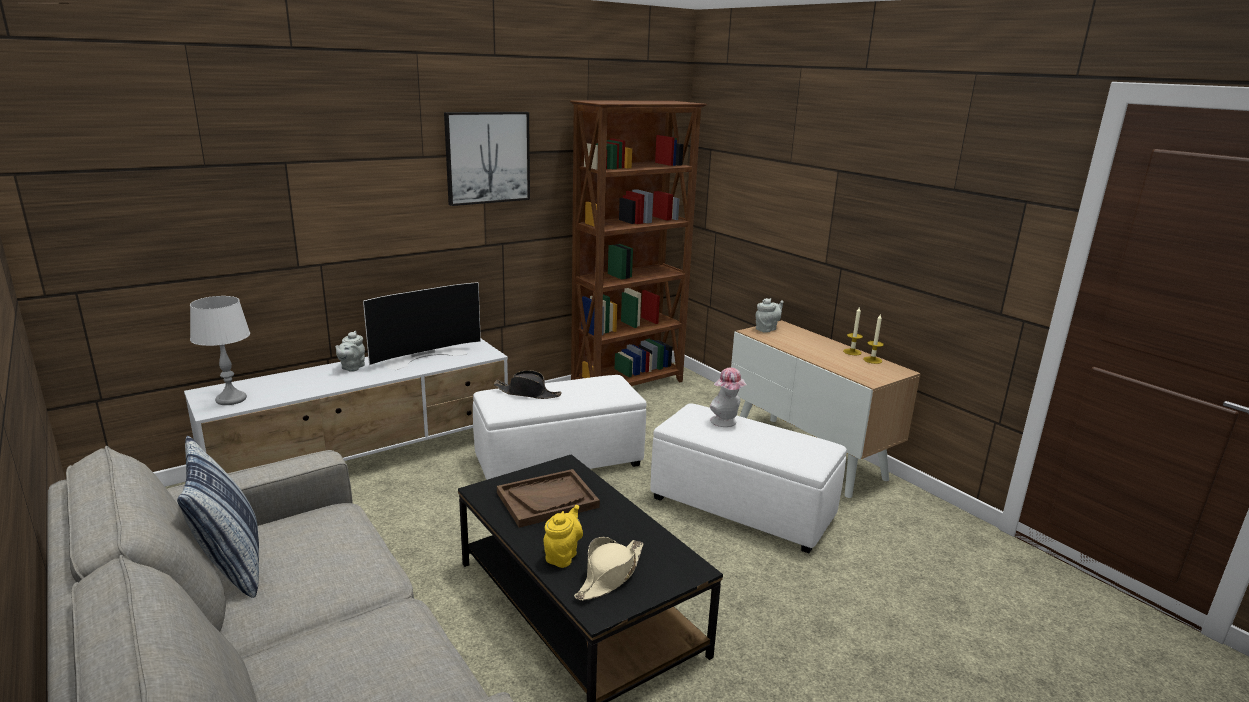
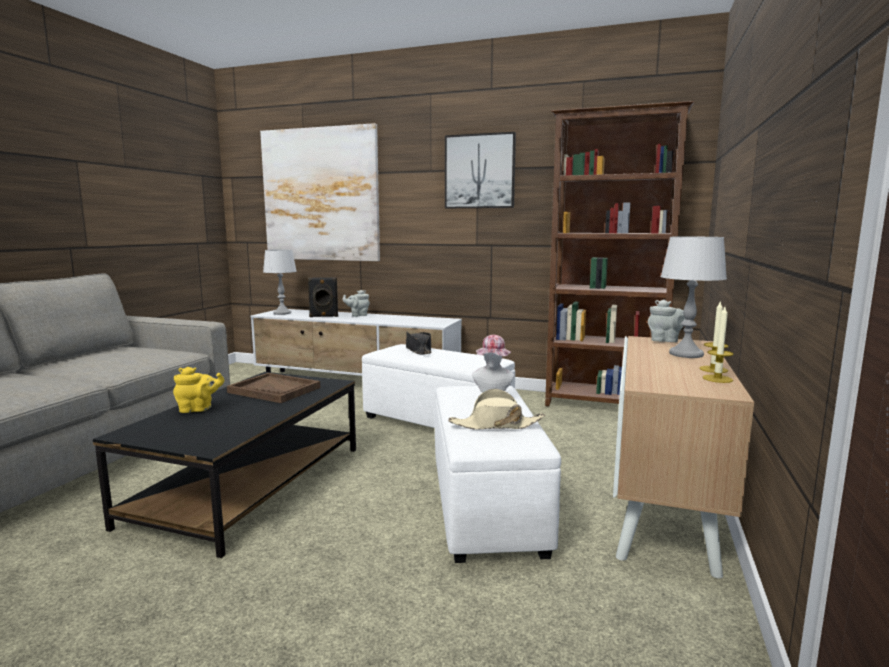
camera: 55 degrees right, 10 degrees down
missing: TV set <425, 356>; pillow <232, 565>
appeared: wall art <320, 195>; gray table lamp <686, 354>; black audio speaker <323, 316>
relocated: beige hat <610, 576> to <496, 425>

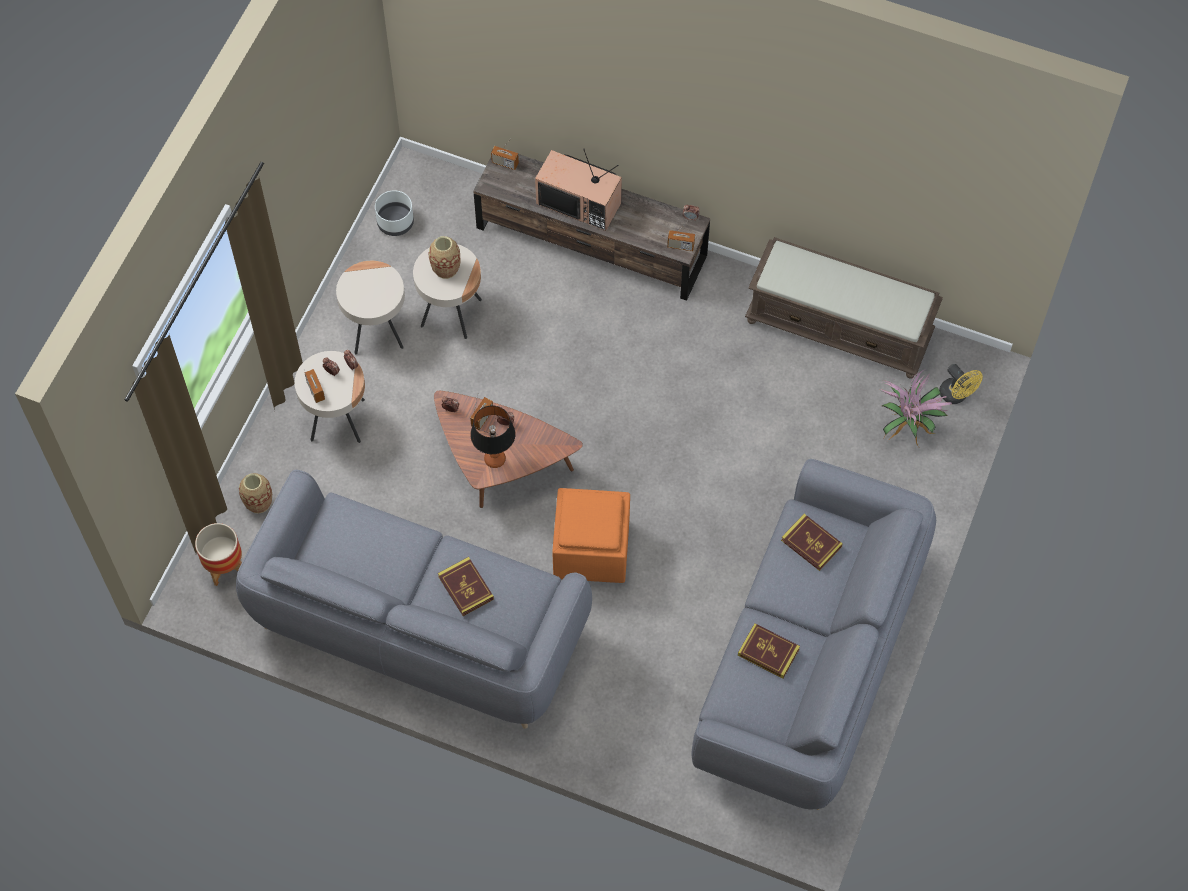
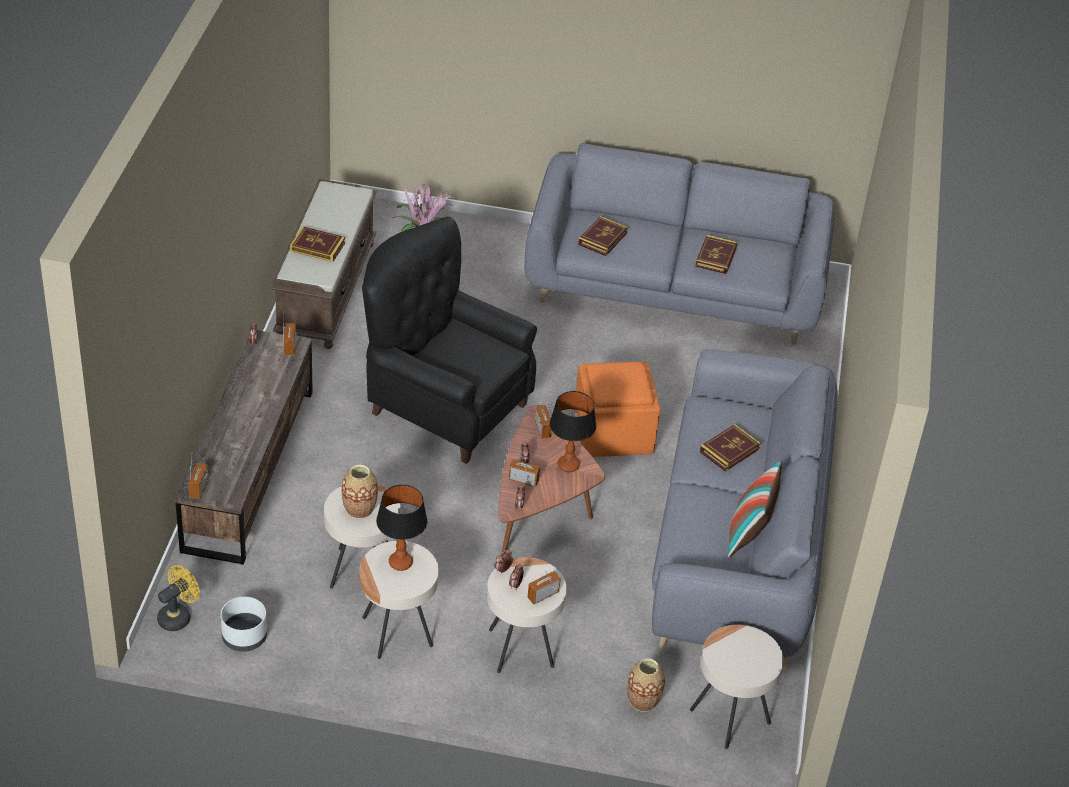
camera: 105 degrees left, 20 degrees down
missing: TV set <580, 202>
appeared: black easy chair <443, 406>; book <317, 247>; radio set <542, 428>; pillow <749, 534>; table lamp <400, 563>
relocated: yellowish fan <956, 396> to <178, 616>
exchanged: planter <225, 567> to beige side table <730, 717>

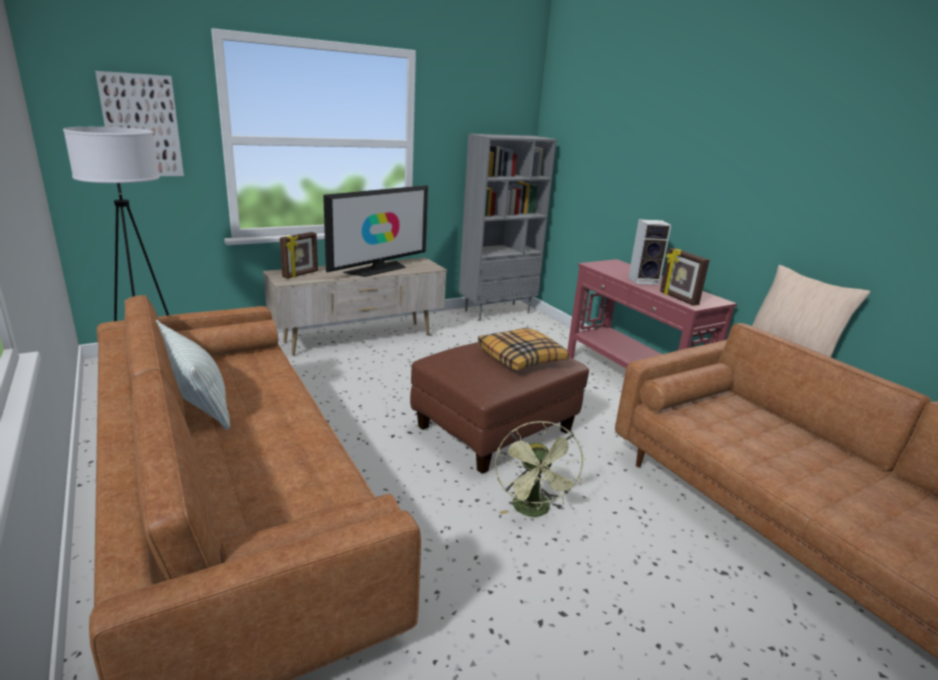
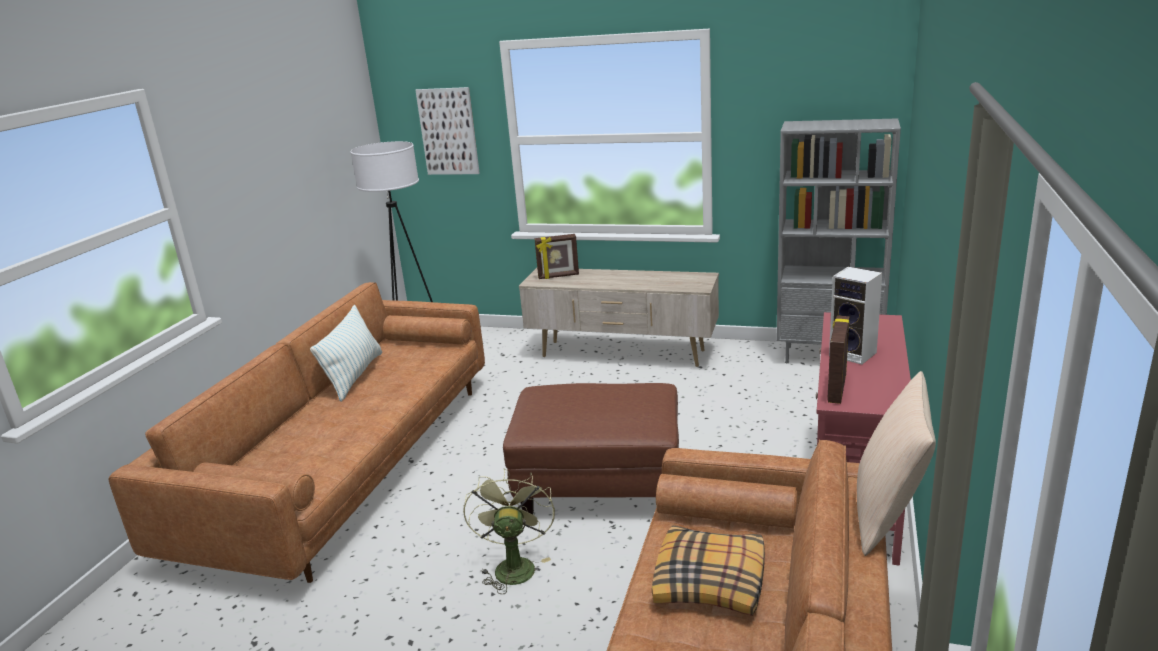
camera: 50 degrees right, 0 degrees up
missing: TV set <378, 269>
relocated: pillow <521, 357> to <710, 582>
spun: greenish fan <534, 511> = <513, 565> 135 degrees clockwise

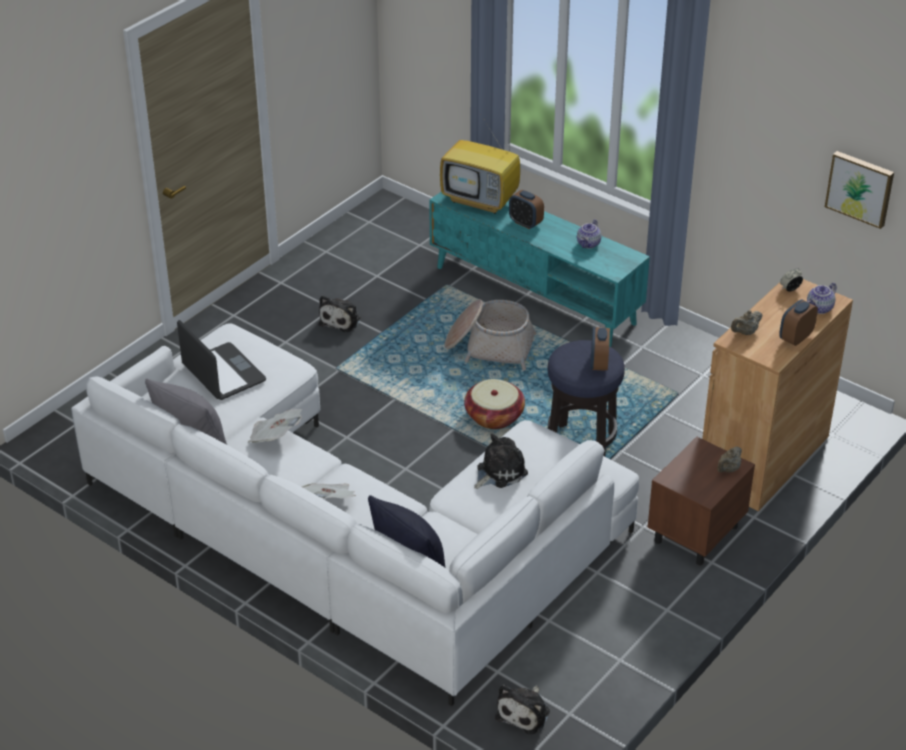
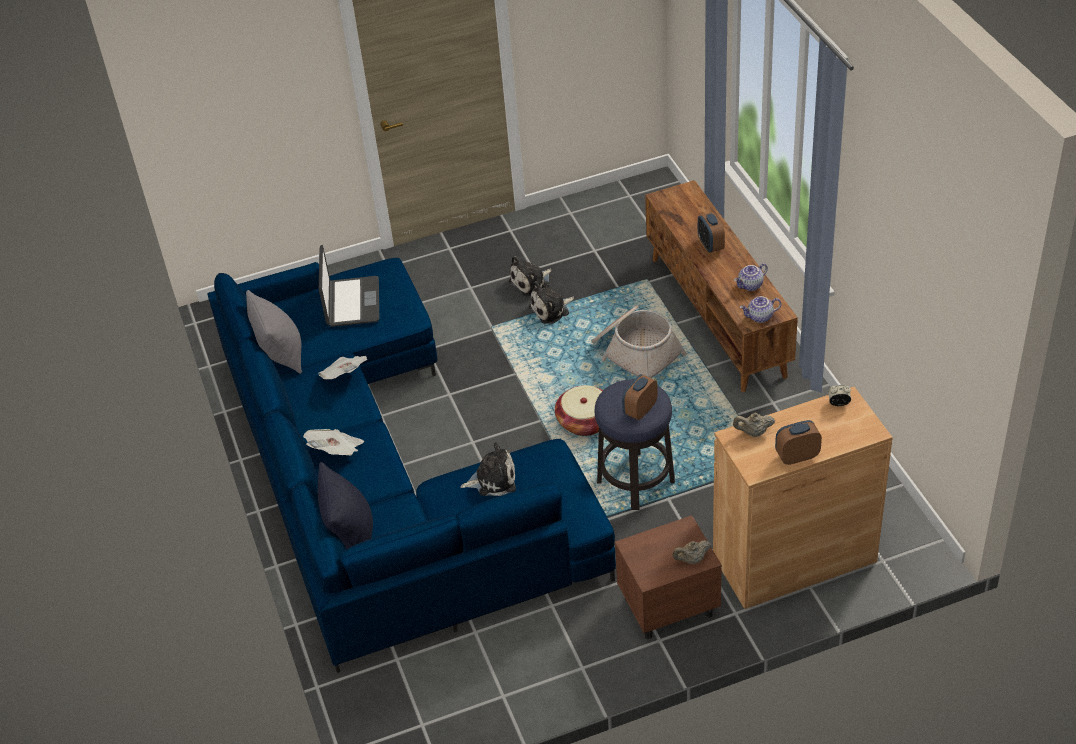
camera: 35 degrees right, 5 degrees up
missing: TV set <481, 200>; wall art <860, 188>
relocated: teapot <820, 308> to <760, 317>; plush toy <525, 712> to <551, 310>
colour: blue-green tv unit <536, 295> to brownish tv unit <718, 316>; whitish couch <348, 531> to bluish couch <382, 481>

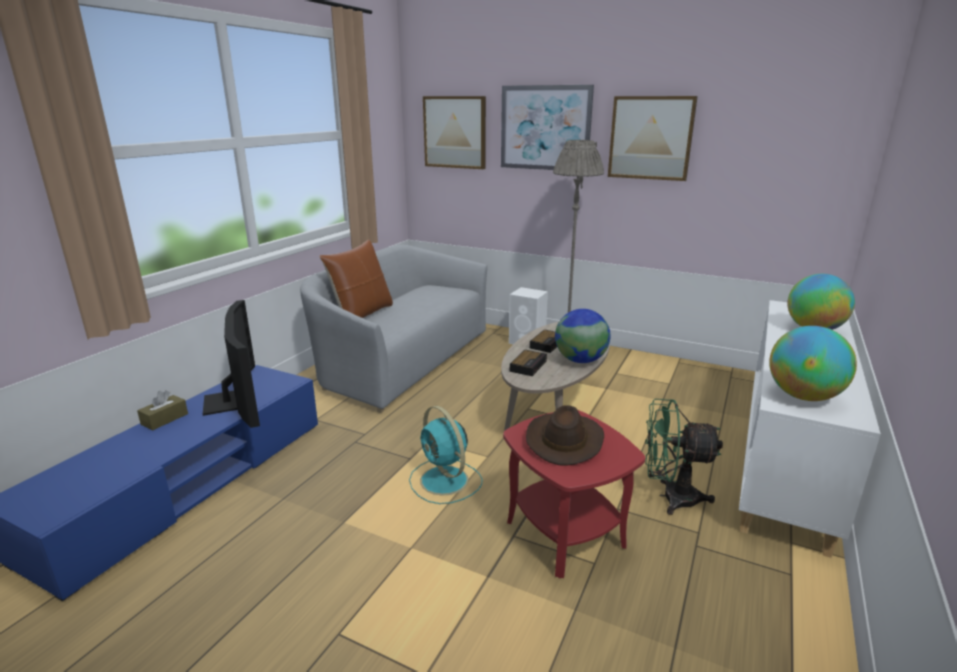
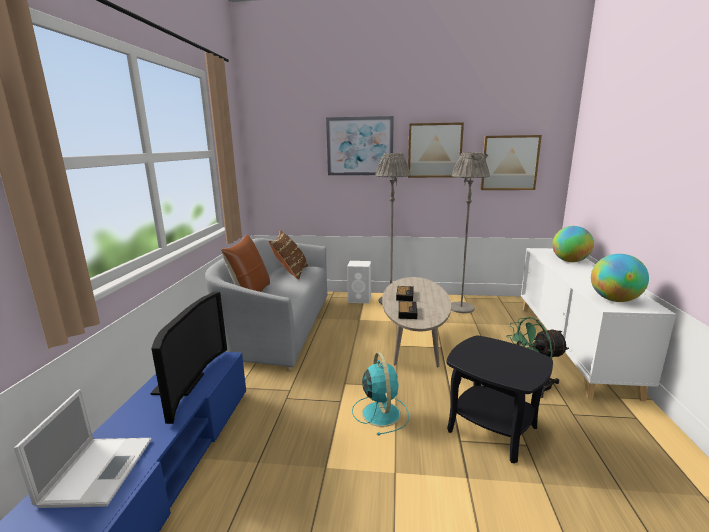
camera: 20 degrees left, 5 degrees down
missing: world globe <580, 360>; brownish box of tissues <165, 419>; brownish hat <564, 440>
appeared: gray standing lamp <461, 307>; brownish pillow <291, 272>; laptop <99, 469>
relocated: wall art <455, 132> to <509, 163>
colour: red-coloured side table <564, 533> to black side table <491, 429>
spun: TV set <234, 401> = <185, 384> 45 degrees clockwise; blue-green fan <445, 481> = <380, 412> 135 degrees counterclockwise

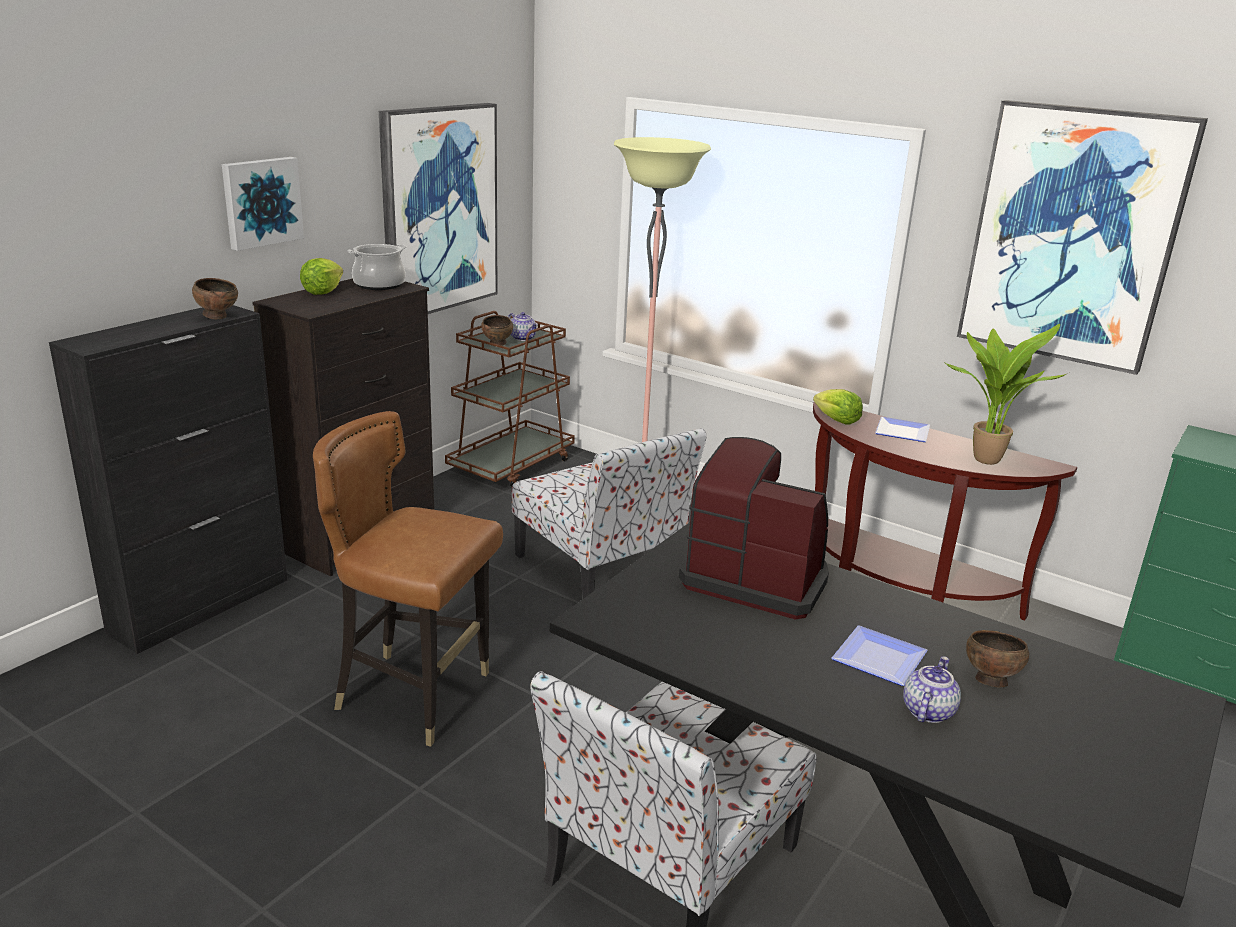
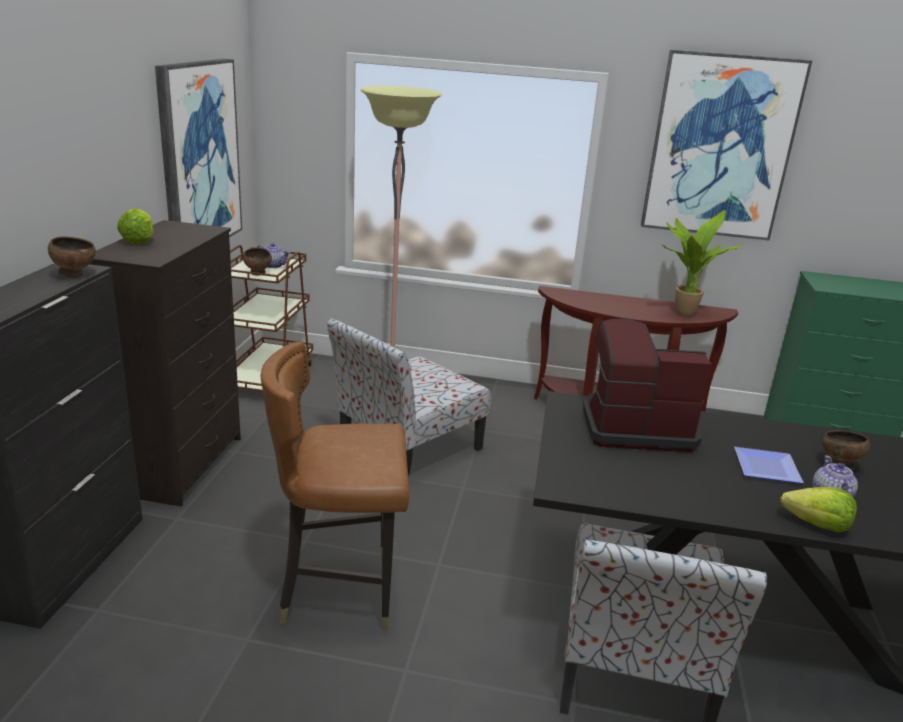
camera: 25 degrees left, 0 degrees up
missing: wall art <261, 202>; stockpot <379, 285>; flat dish <904, 432>
relocated: lettuce head <836, 420> to <817, 525>
spun: chair <601, 571> = <407, 450> 105 degrees clockwise

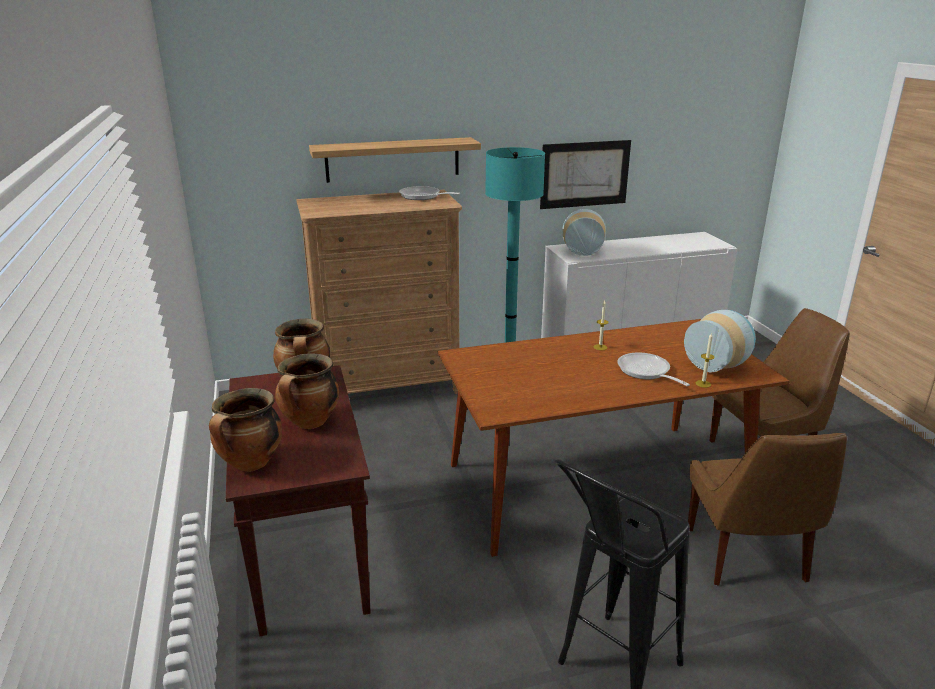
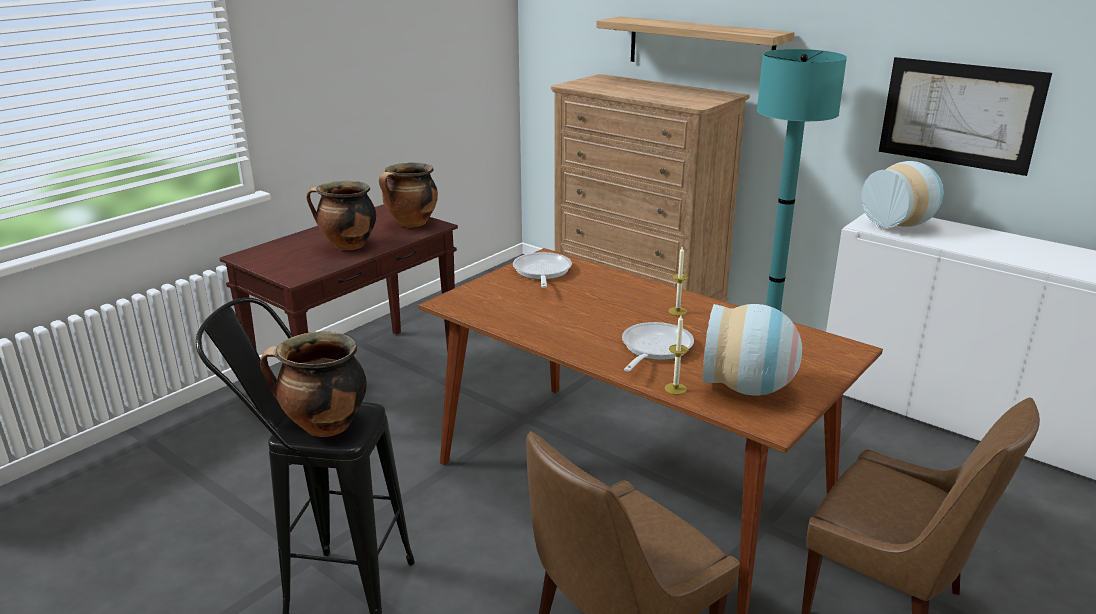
camera: 55 degrees right, 0 degrees up
relocated: skillet <423, 197> to <541, 273>; stockpot <250, 464> to <324, 427>

